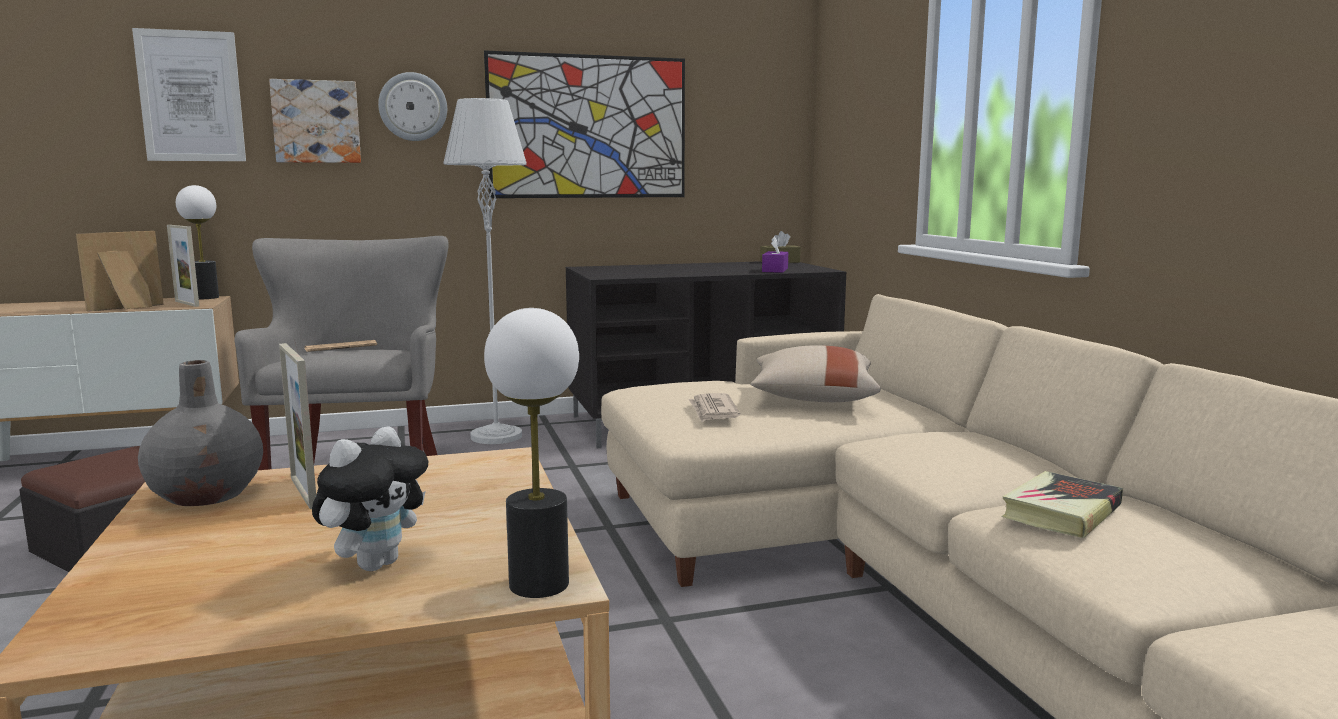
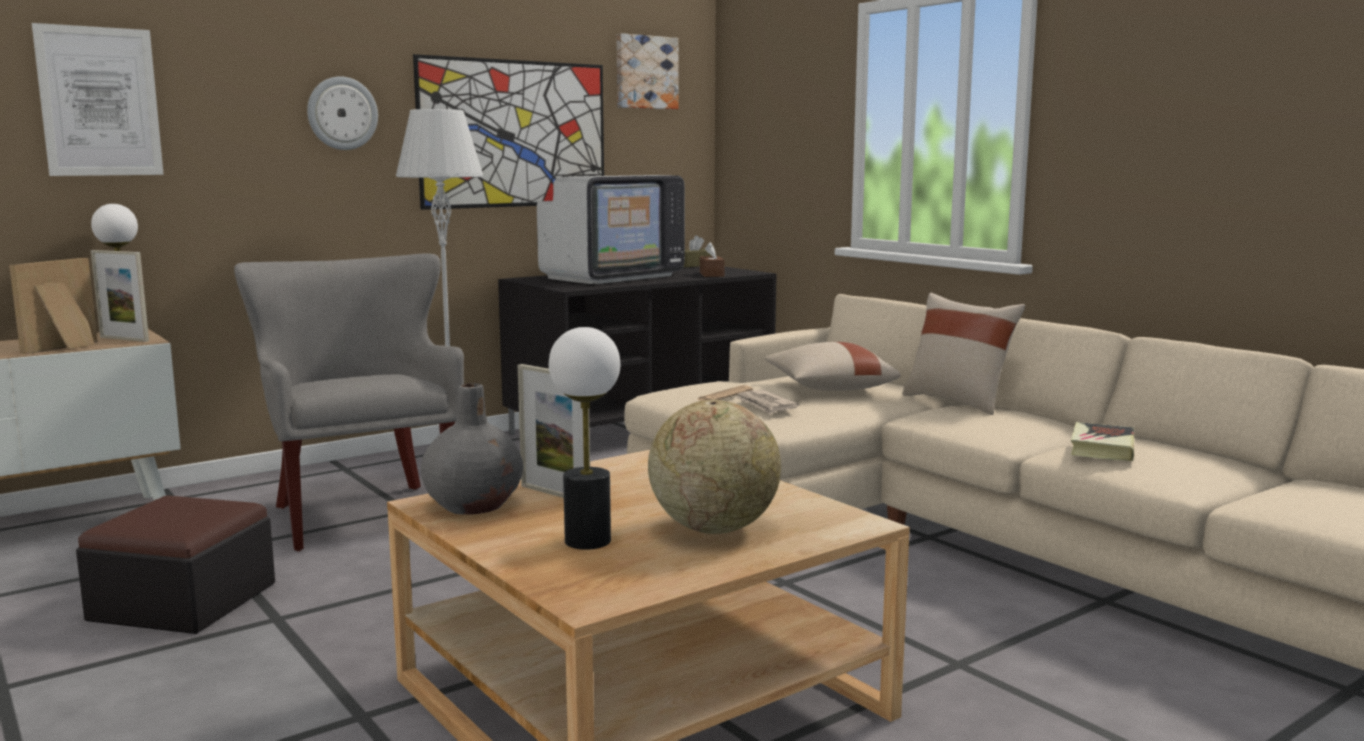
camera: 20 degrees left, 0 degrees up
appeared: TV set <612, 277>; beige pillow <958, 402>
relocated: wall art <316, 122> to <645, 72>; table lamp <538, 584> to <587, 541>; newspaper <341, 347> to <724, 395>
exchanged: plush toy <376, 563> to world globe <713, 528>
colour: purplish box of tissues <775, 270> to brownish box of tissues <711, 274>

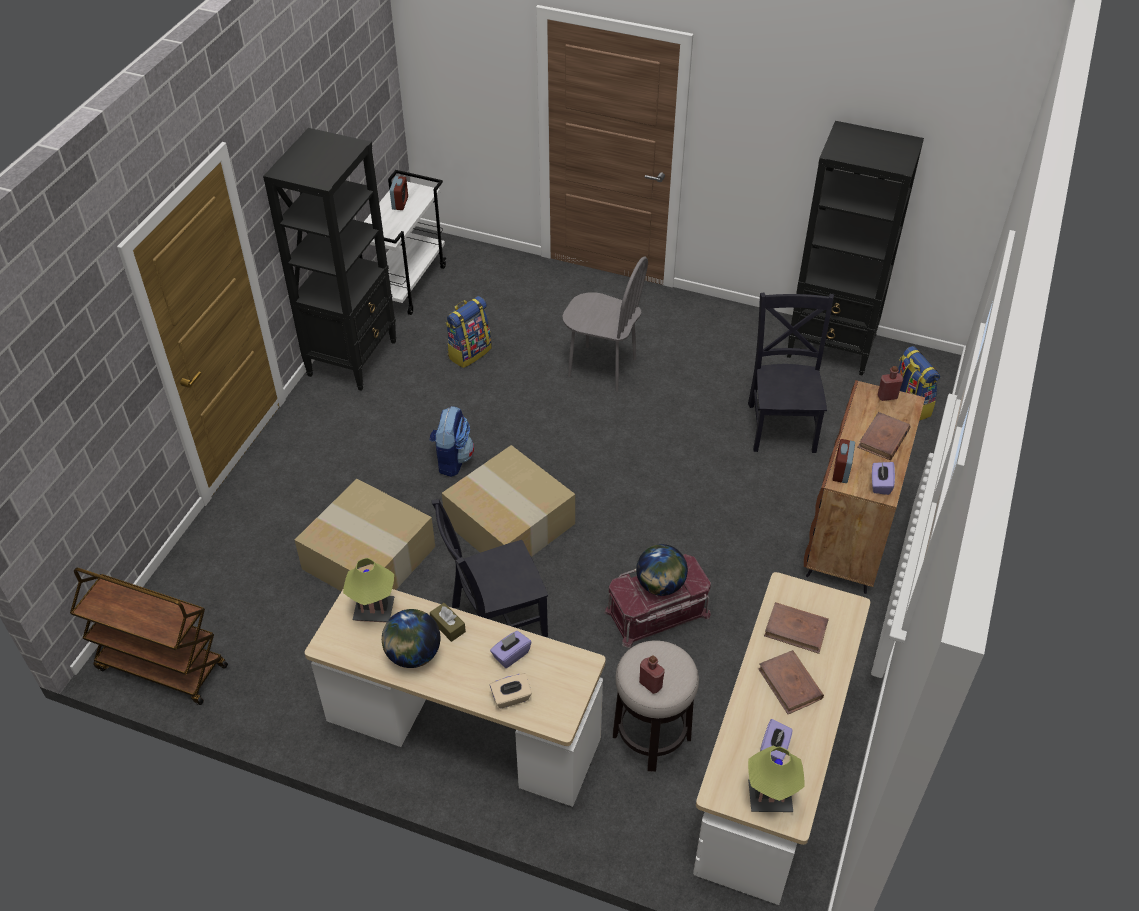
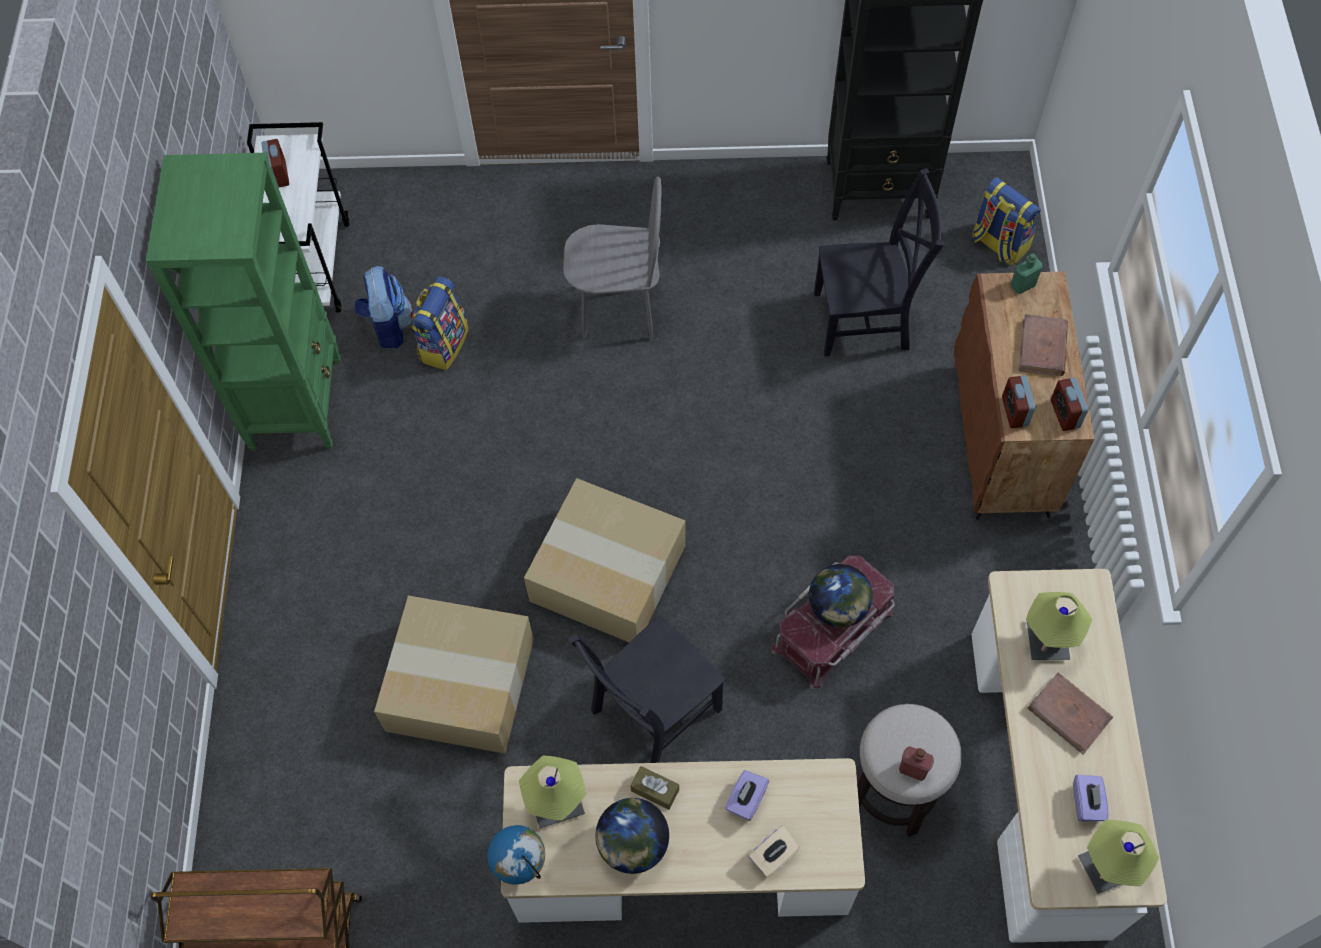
camera: 20 degrees left, 15 degrees up
appeared: world globe <520, 864>
relocated: backpack <452, 459> to <388, 326>
exchanged: purplish box of tissues <880, 484> to alarm clock <1064, 414>; brownish book <796, 629> to table lamp <1046, 640>
colour: black shelving unit <353, 358> to greenish shelving unit <297, 402>; red-coloured bottle <887, 396> to greenish bottle <1022, 285>
spun: black chair <782, 425> = <866, 320> 105 degrees clockwise

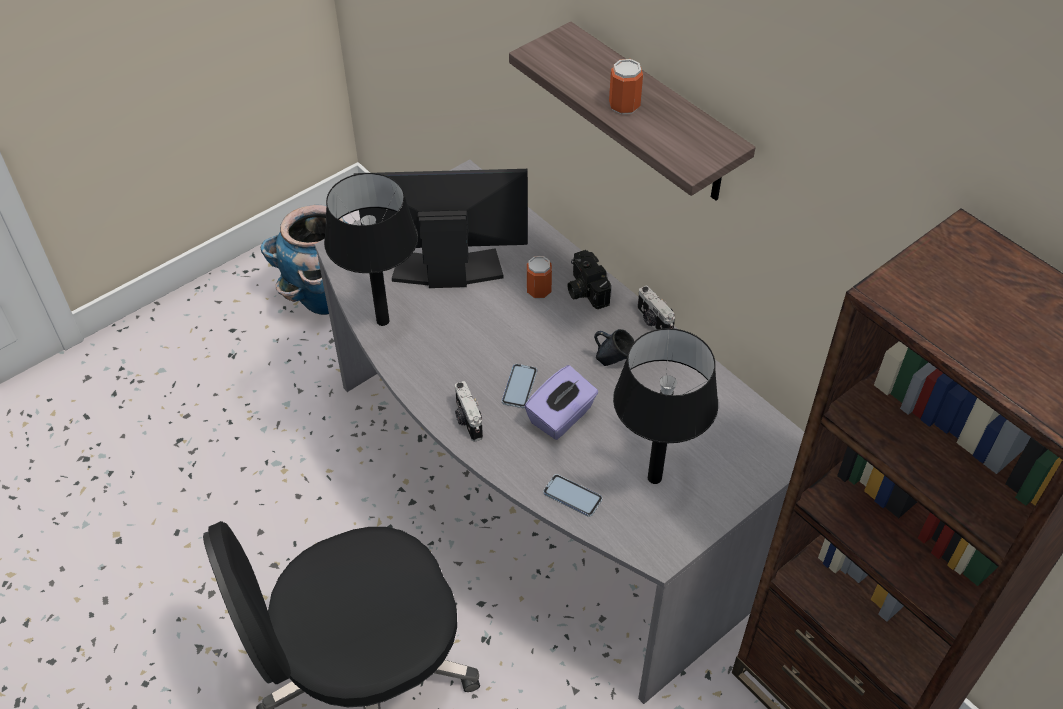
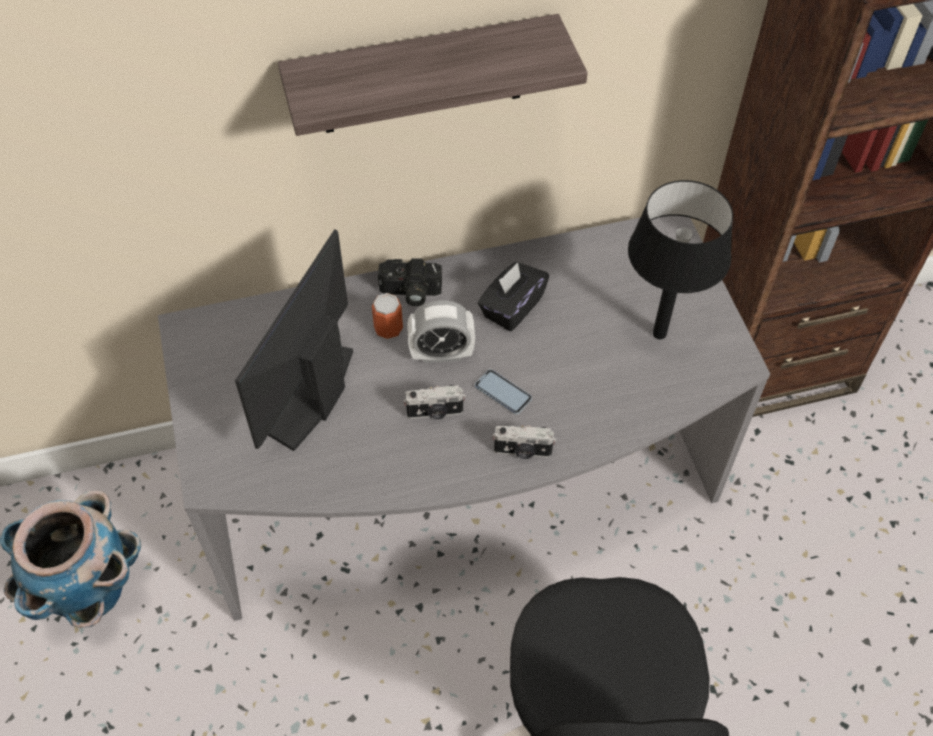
camera: 65 degrees left, 5 degrees up
missing: metal can <624, 106>; black table lamp <382, 321>; purplish box of tissues <561, 417>; handset <572, 496>
appeared: alarm clock <441, 354>
relocated: still camera <653, 322> to <435, 413>
exchanged: bluish mug <613, 361> to black box of tissues <512, 308>

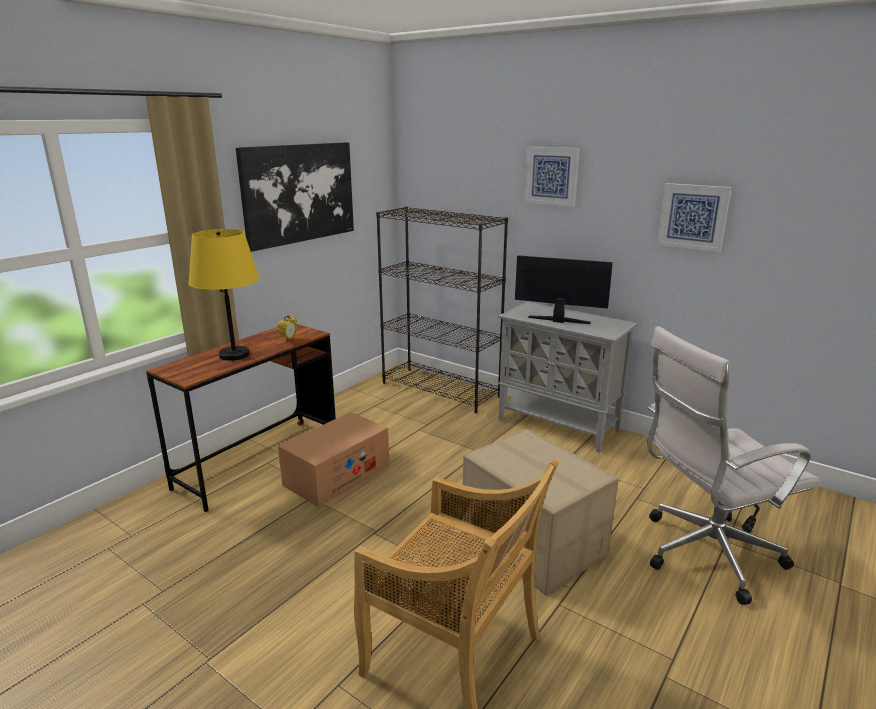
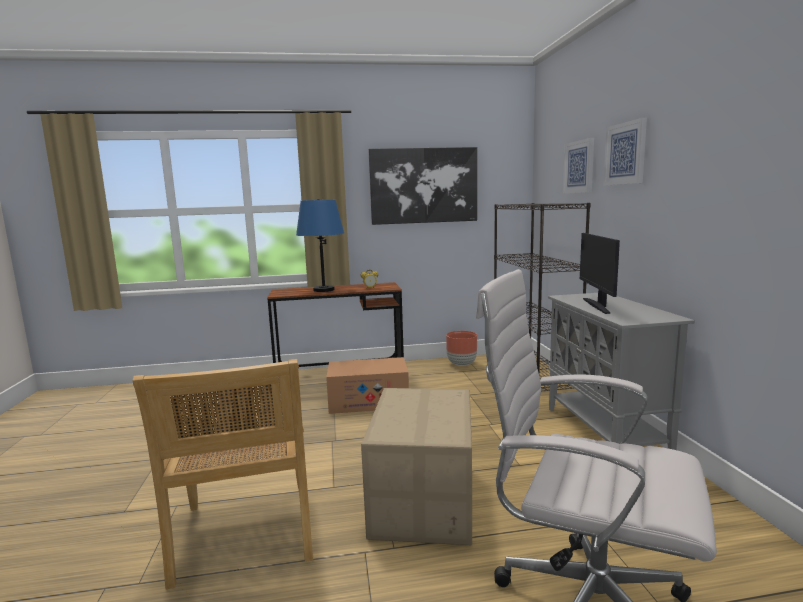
camera: 45 degrees right, 10 degrees down
appeared: brownish planter <462, 364>
relocated: wall art <693, 216> to <579, 167>
colour: yellowish table lamp <234, 355> to bluish table lamp <324, 290>
spun: computer screen <558, 321> = <598, 306> 150 degrees counterclockwise

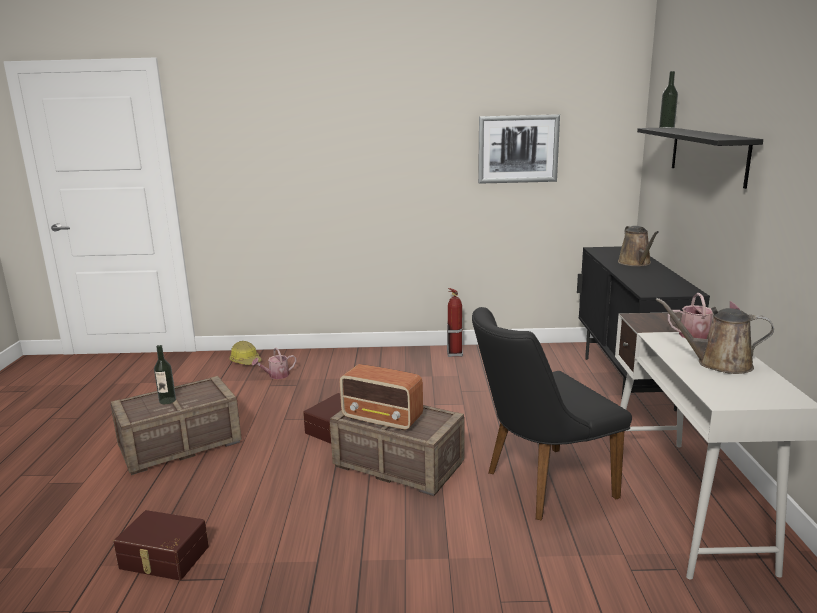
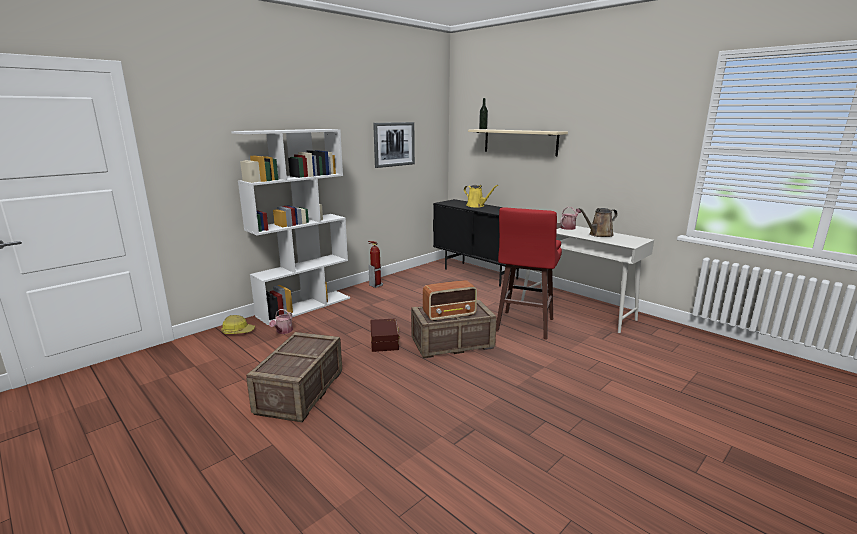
camera: 45 degrees left, 0 degrees up
missing: bottle <167, 400>; brownish storage bin <163, 558>
appeared: whitish shelving unit <305, 307>
exchanged: black chair <539, 485> to red-coloured stool <524, 325>
colour: black wall shelf <708, 154> to beige wall shelf <520, 142>; brownish watering can <636, 263> to yellowish watering can <476, 206>

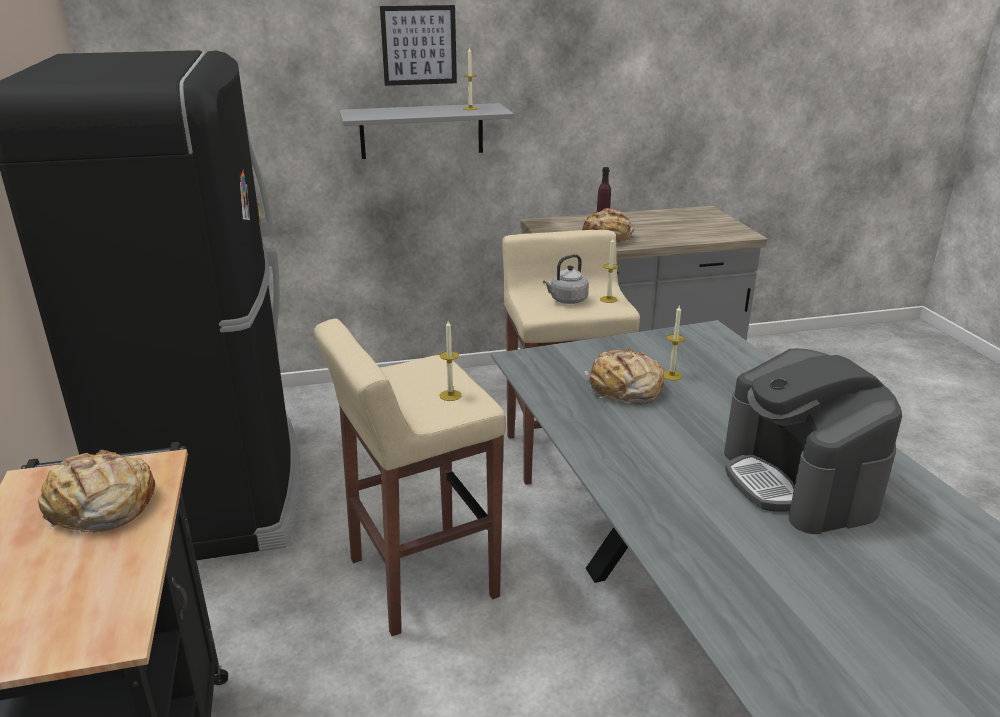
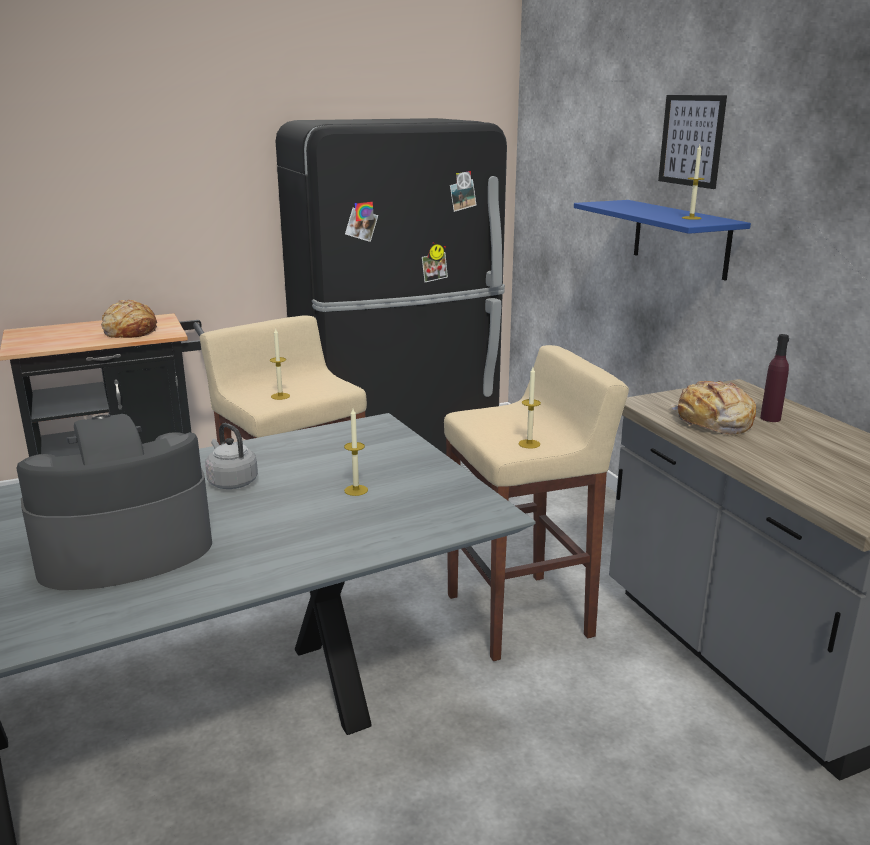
camera: 80 degrees right, 5 degrees down
missing: bread <624, 389>
relocated: gray tea kettle <567, 300> to <231, 482>
colour: gray wall shelf <422, 131> to bluish wall shelf <680, 238>

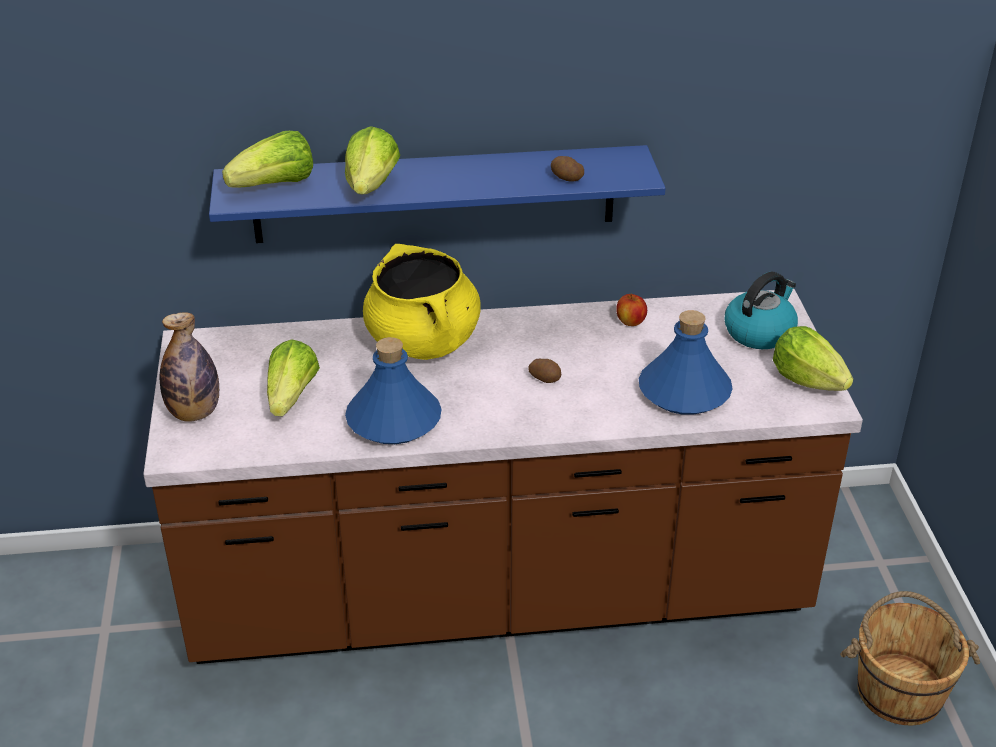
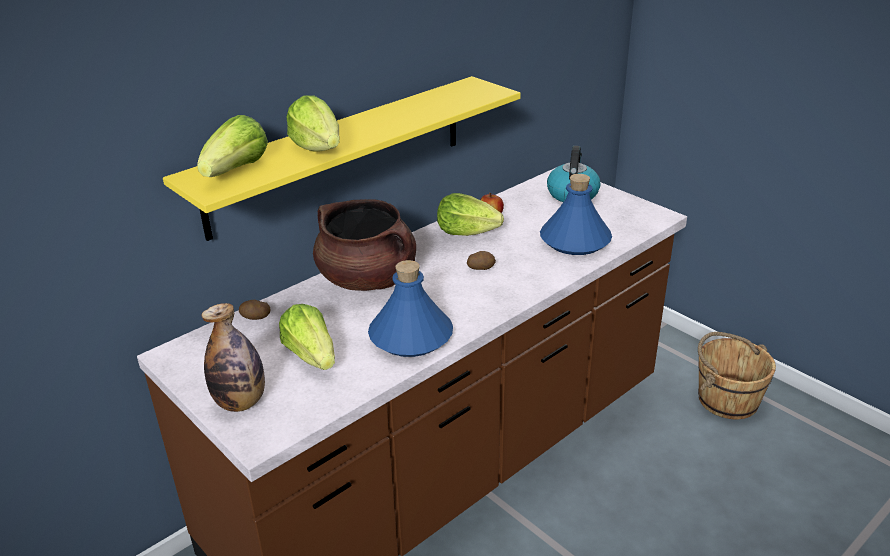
camera: 35 degrees left, 5 degrees down
relocated: whole potato <566, 178> to <255, 317>; lettuce head <807, 380> to <466, 232>
colour: bluish wall shelf <434, 194> to yellowish wall shelf <339, 154>; yellowish stockpot <423, 342> to brownish stockpot <368, 279>

